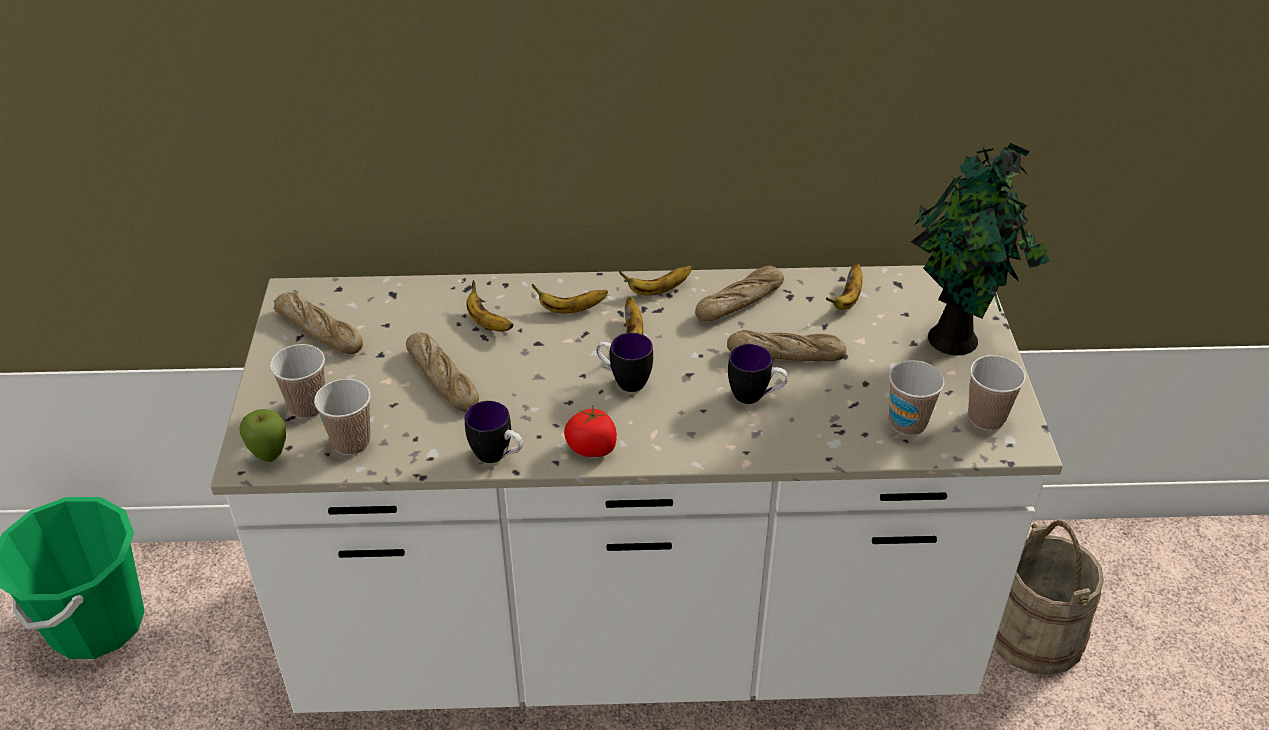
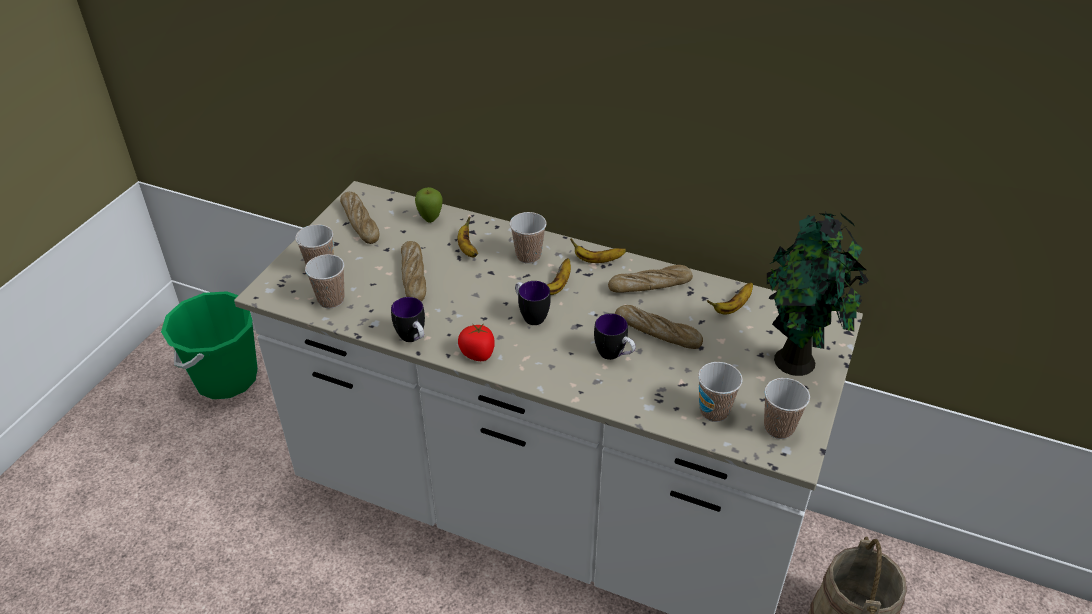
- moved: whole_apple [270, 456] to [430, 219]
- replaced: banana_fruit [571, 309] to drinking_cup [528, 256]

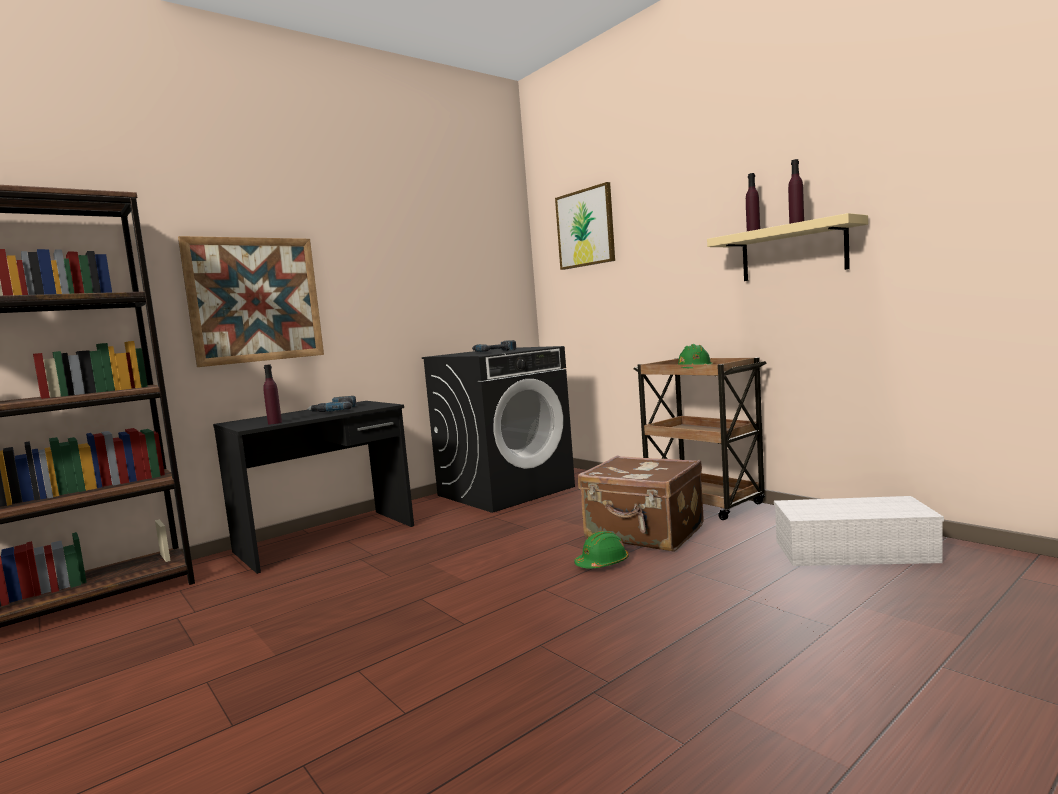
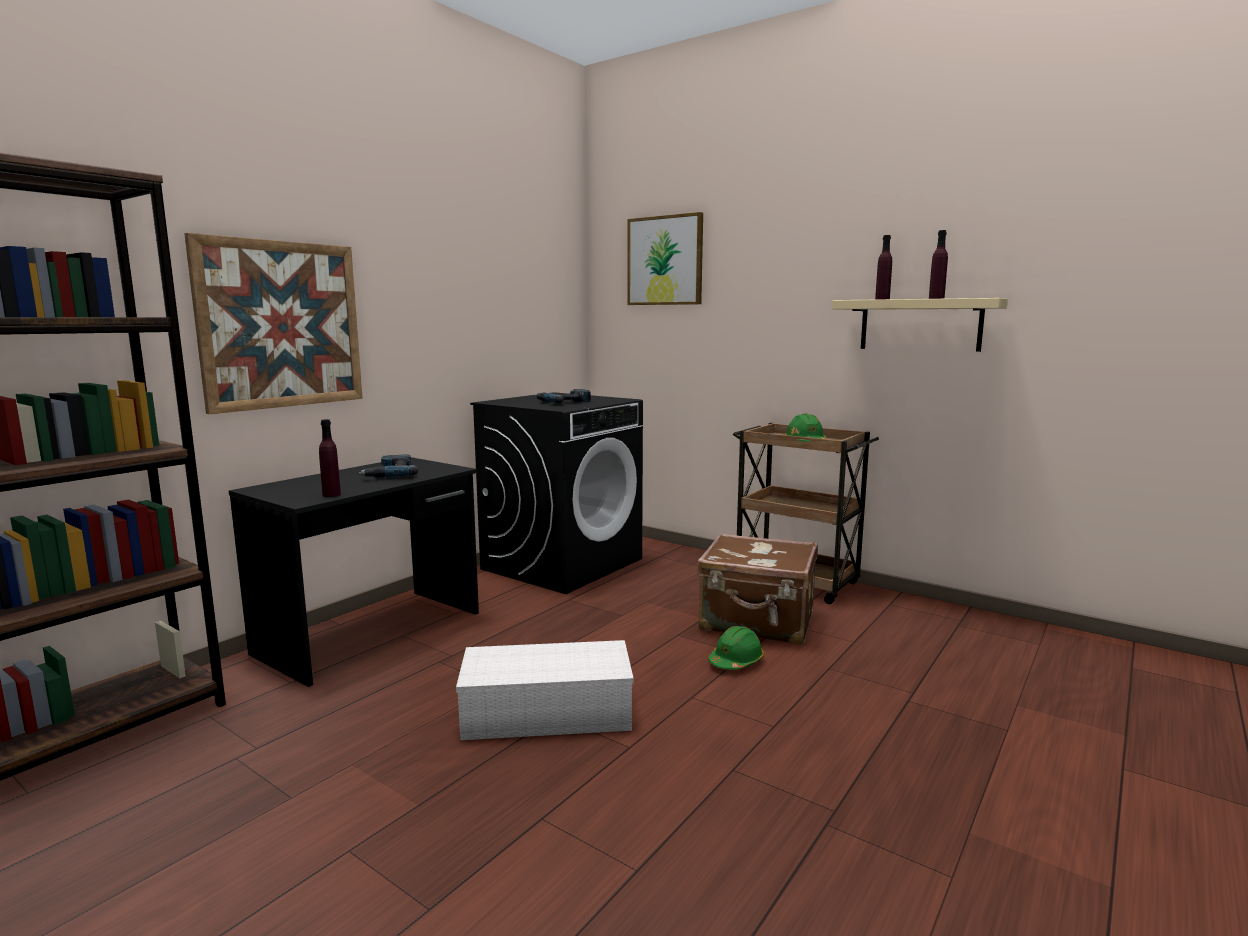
- moved: whitish_storage_box [852, 552] to [544, 713]

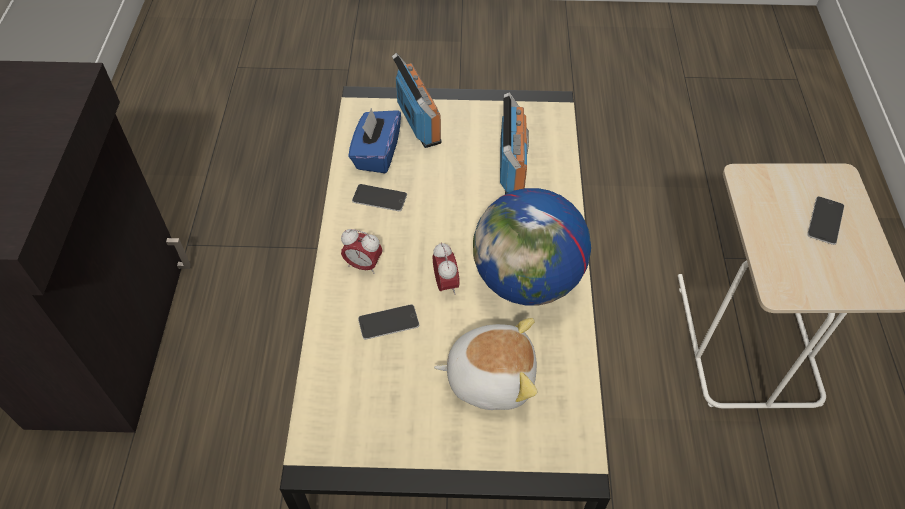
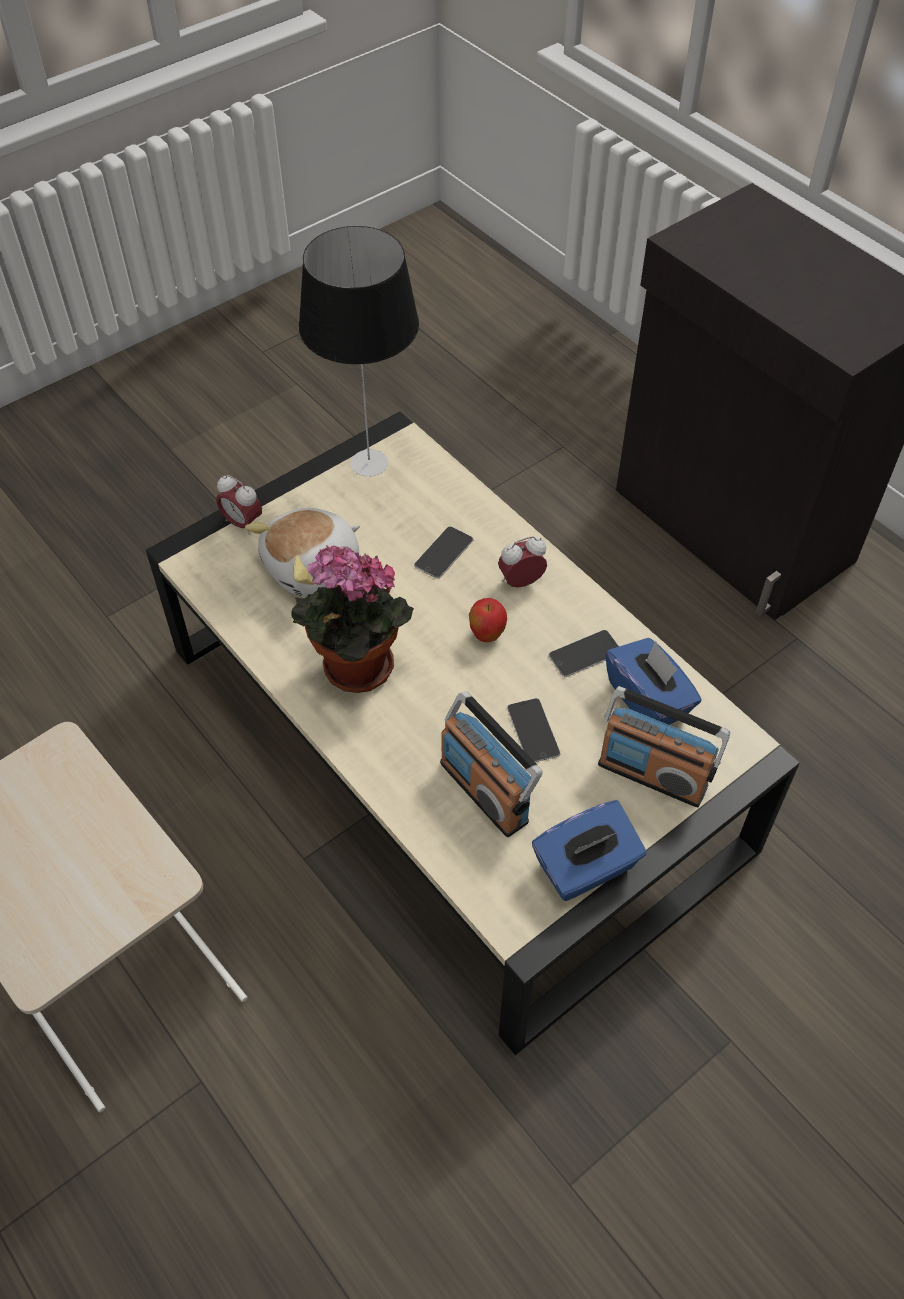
- added: lamp_for_a_table [368, 464]
- added: whole_apple [487, 635]
- added: bluish_box_of_tissues [586, 868]
- moved: table_clock [445, 284] to [242, 523]
- moved: handset [825, 220] to [533, 730]
- replaced: world_globe [527, 280] to plant_in_a_pot [353, 671]

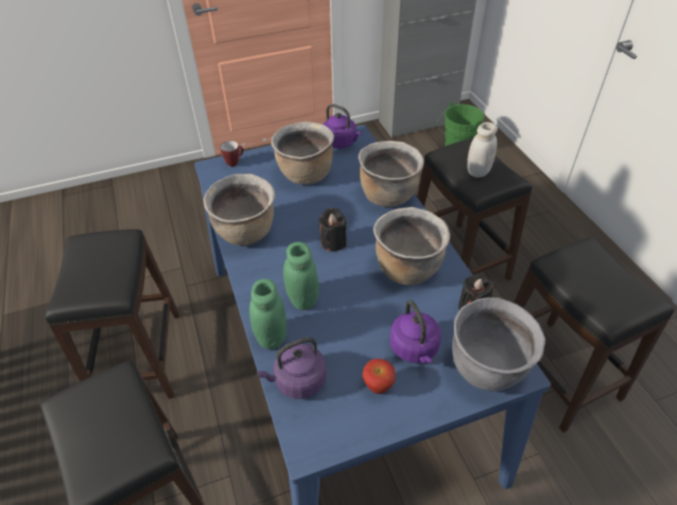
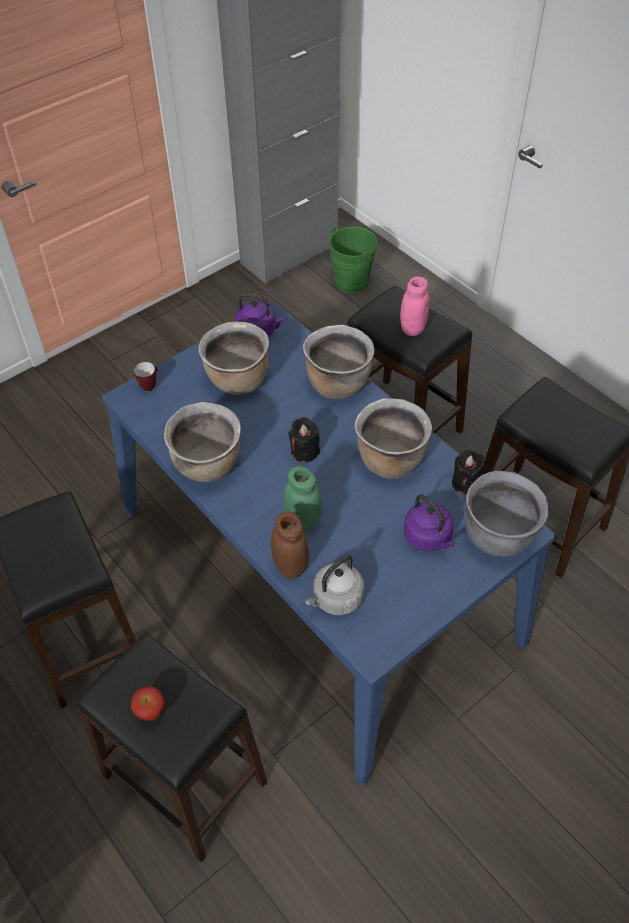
- moved: whole_apple [378, 387] to [151, 713]
- recoloured: green-coloured_jar [271, 337] to brownish_jar [290, 566]
- recoloured: purple-coloured_tea_kettle [298, 381] to greyish_tea_kettle [336, 599]
- recoloured: whitish_jar [478, 171] to pink-coloured_jar [412, 328]

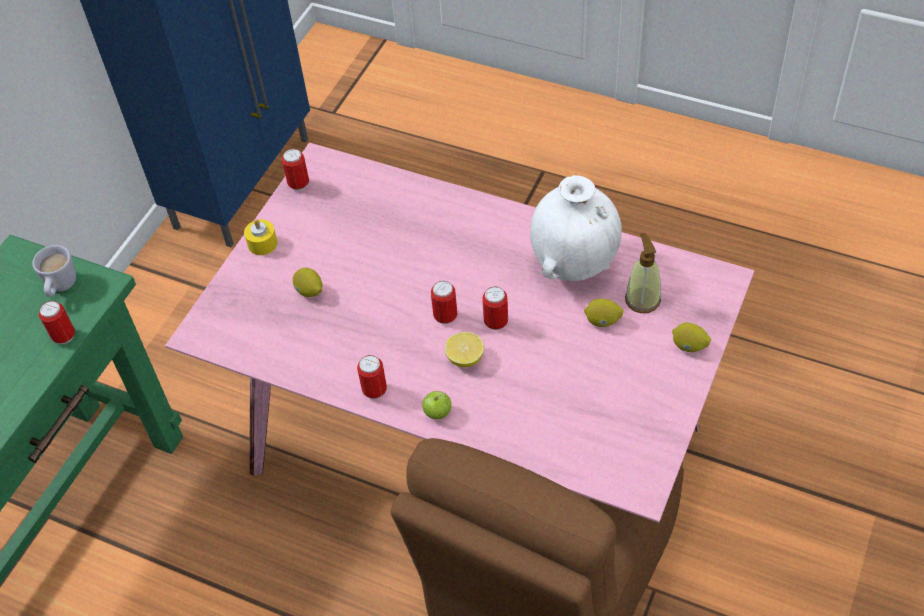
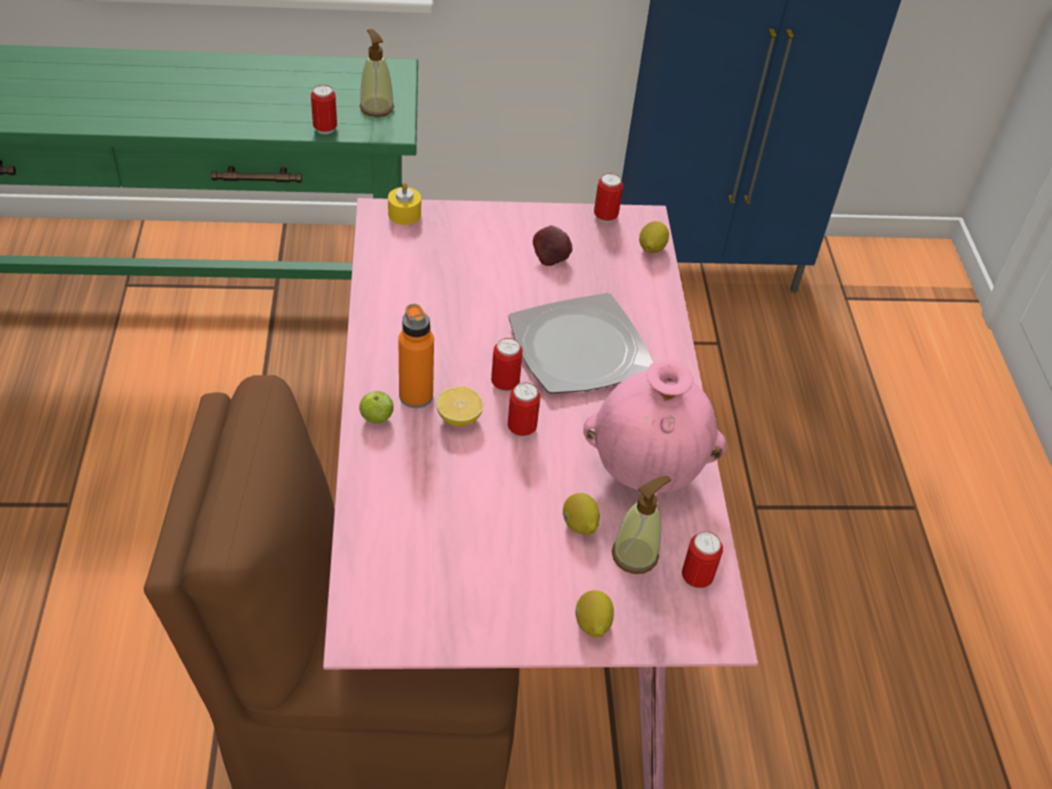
- added: orange_bottle [416, 396]
- added: dinner_plate [581, 349]
- added: whole_apple [551, 257]
- moved: yellow-coloured_wax_candle [262, 243] to [404, 214]
- moved: whole_lemon [309, 291] to [651, 249]
- moved: can [374, 390] to [696, 578]
- replaced: whitish_coffee_mug [61, 287] to liquid_soap_bottle [376, 107]
- recoloured: whitish_decorative_vase [574, 264] to pink-coloured_decorative_vase [647, 473]

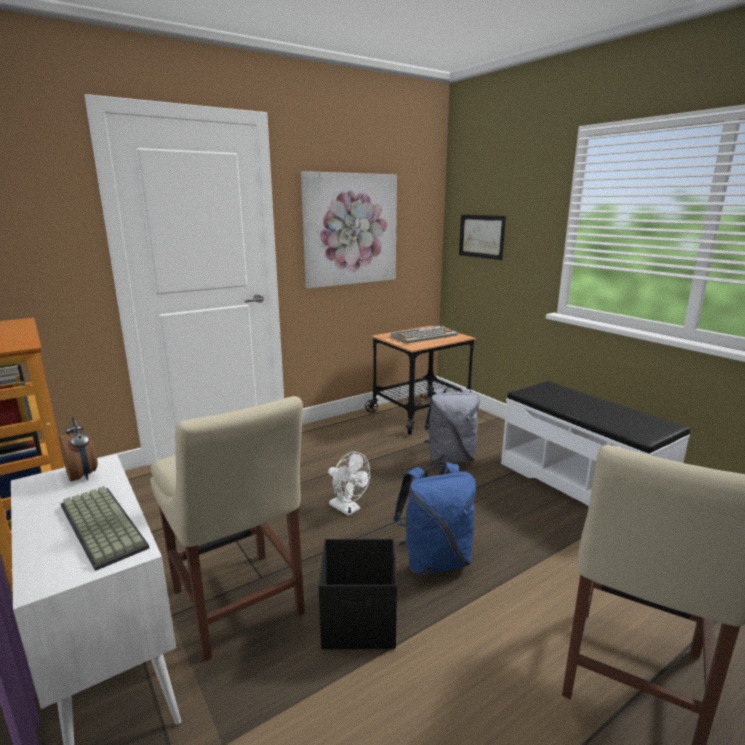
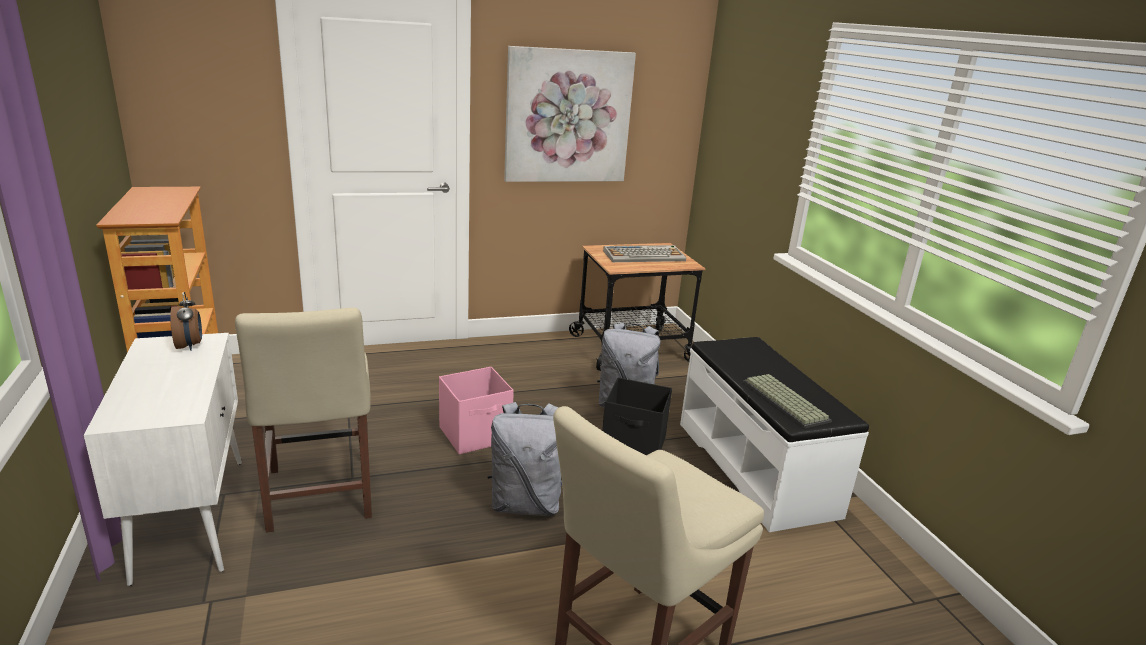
- removed: picture [481, 236]
- moved: PC_keyboard [99, 526] to [783, 401]
- moved: black-coloured_storage_box [360, 622] to [634, 446]
- replaced: whitish_electric_fan [348, 509] to pink-coloured_storage_box [476, 435]
- recoloured: bluish_rucksack [434, 560] to greyish_rucksack [526, 504]

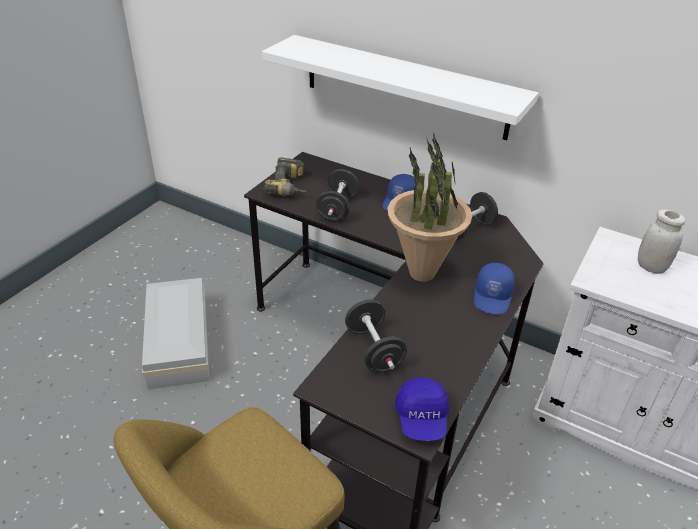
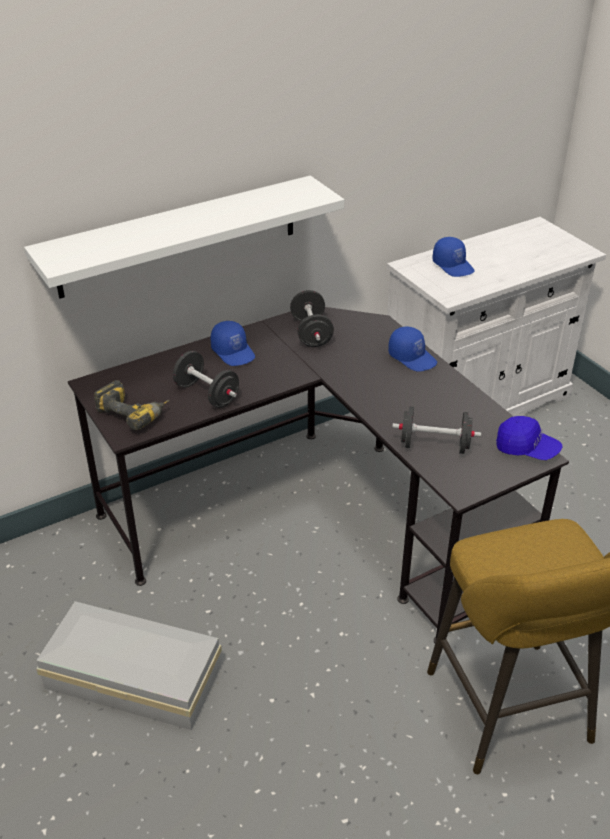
- removed: plant_in_a_pot [422, 274]
- replaced: whitish_jar [651, 267] to bluish_baseball_cap [453, 266]

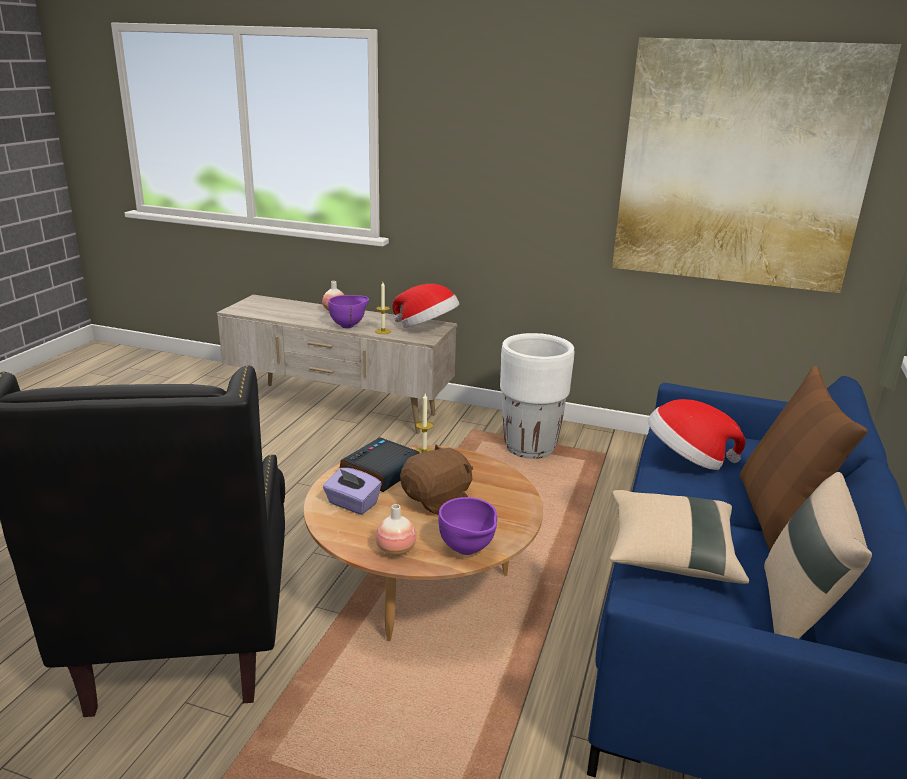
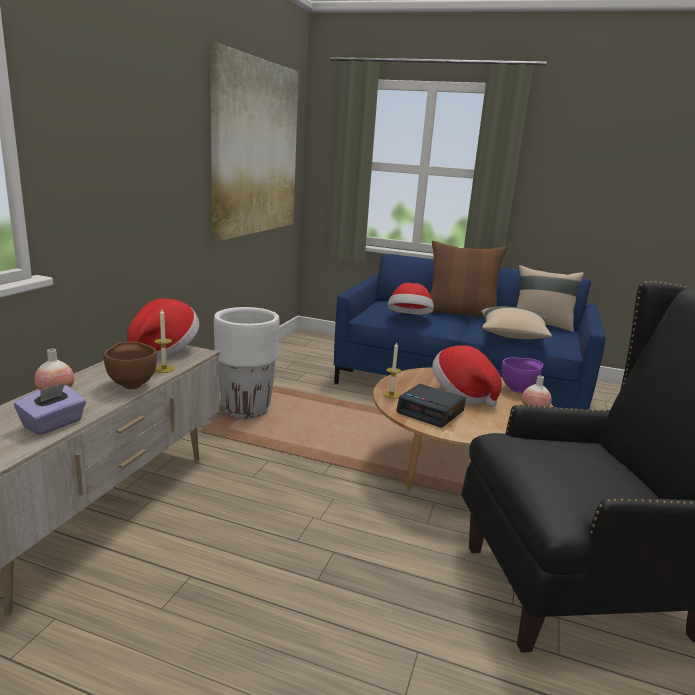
- moved: purple-coloured_box_of_tissues [352, 504] to [53, 424]
- replaced: brownish_cuddly_toy [437, 500] to clothing_hat [462, 394]
- recoloured: purple-coloured_deep_dish [349, 326] to brownish_deep_dish [132, 385]

